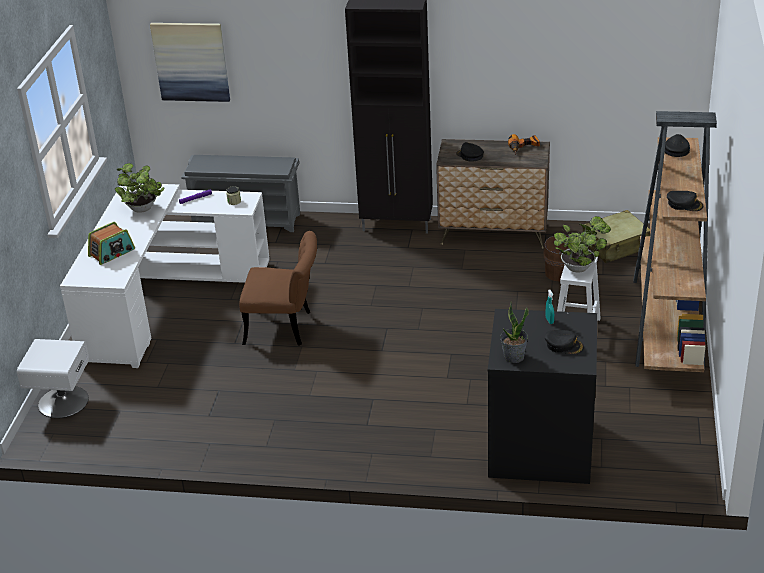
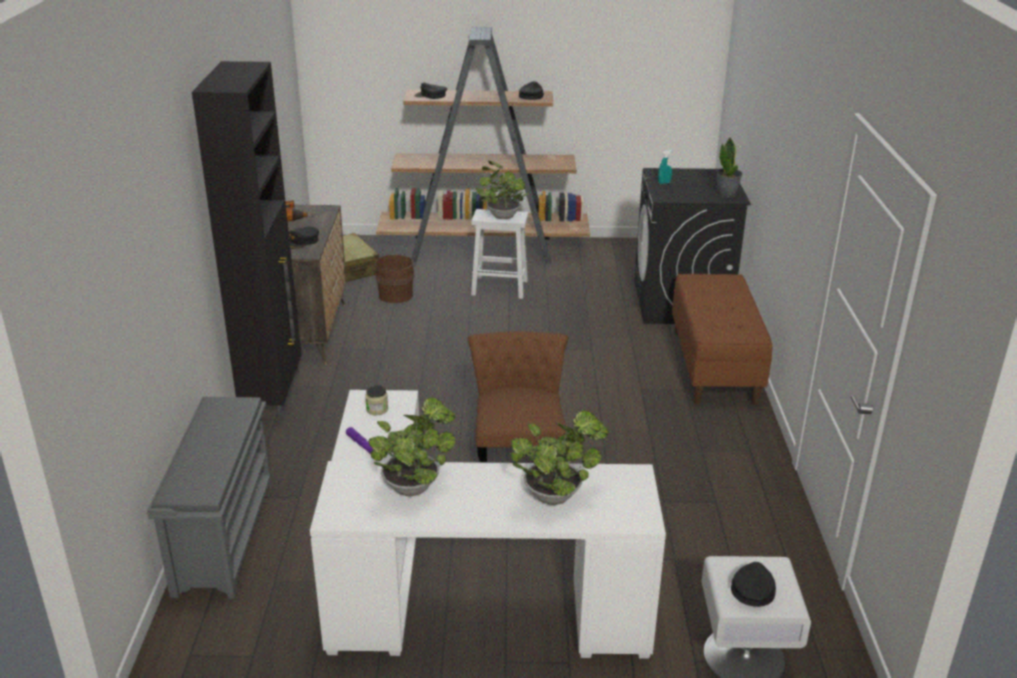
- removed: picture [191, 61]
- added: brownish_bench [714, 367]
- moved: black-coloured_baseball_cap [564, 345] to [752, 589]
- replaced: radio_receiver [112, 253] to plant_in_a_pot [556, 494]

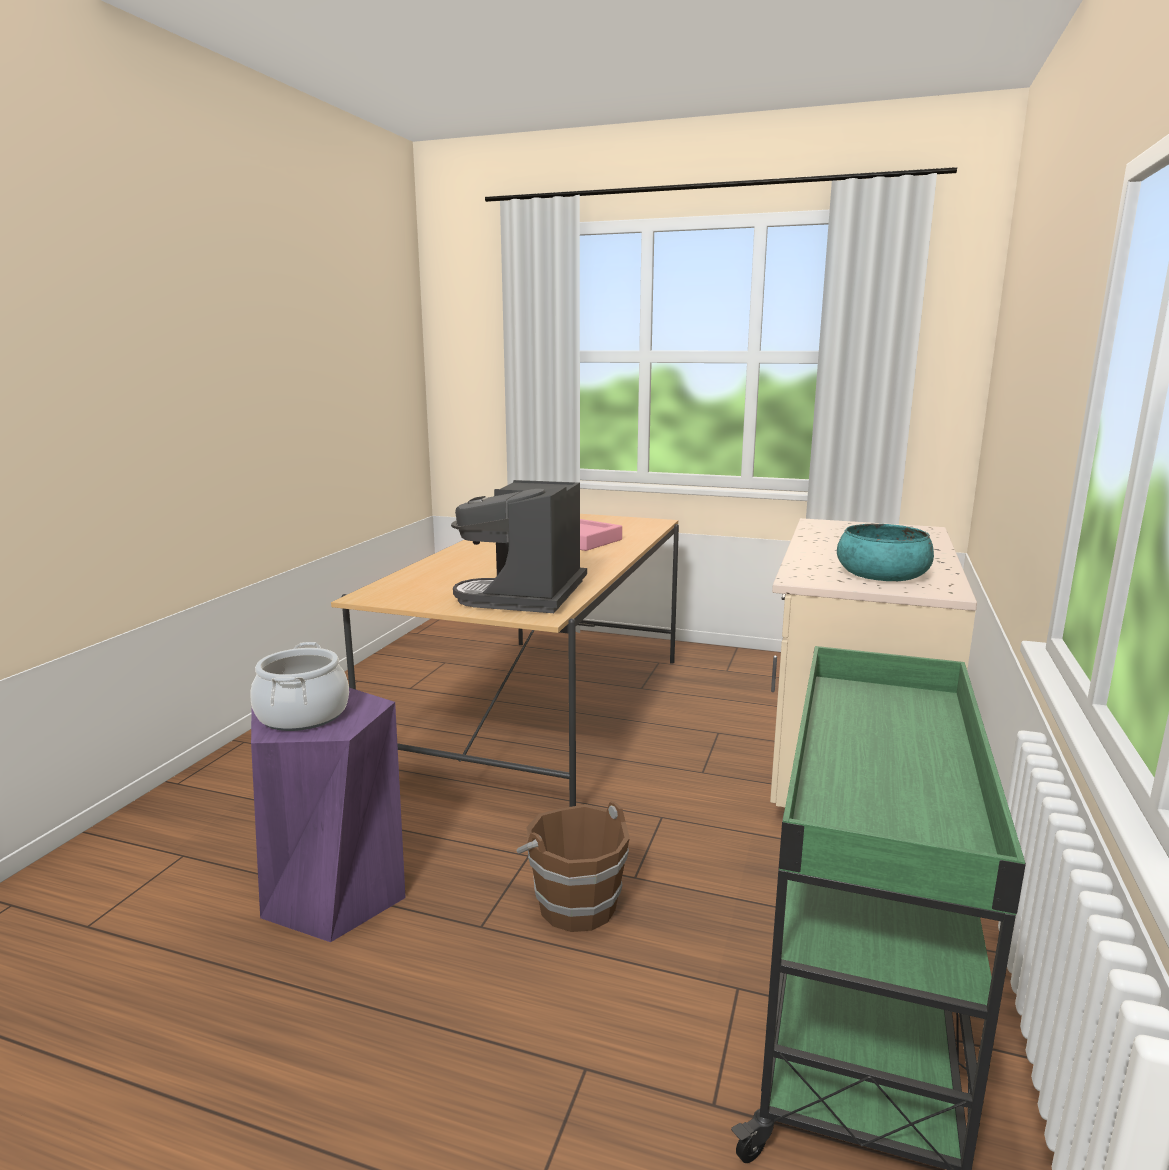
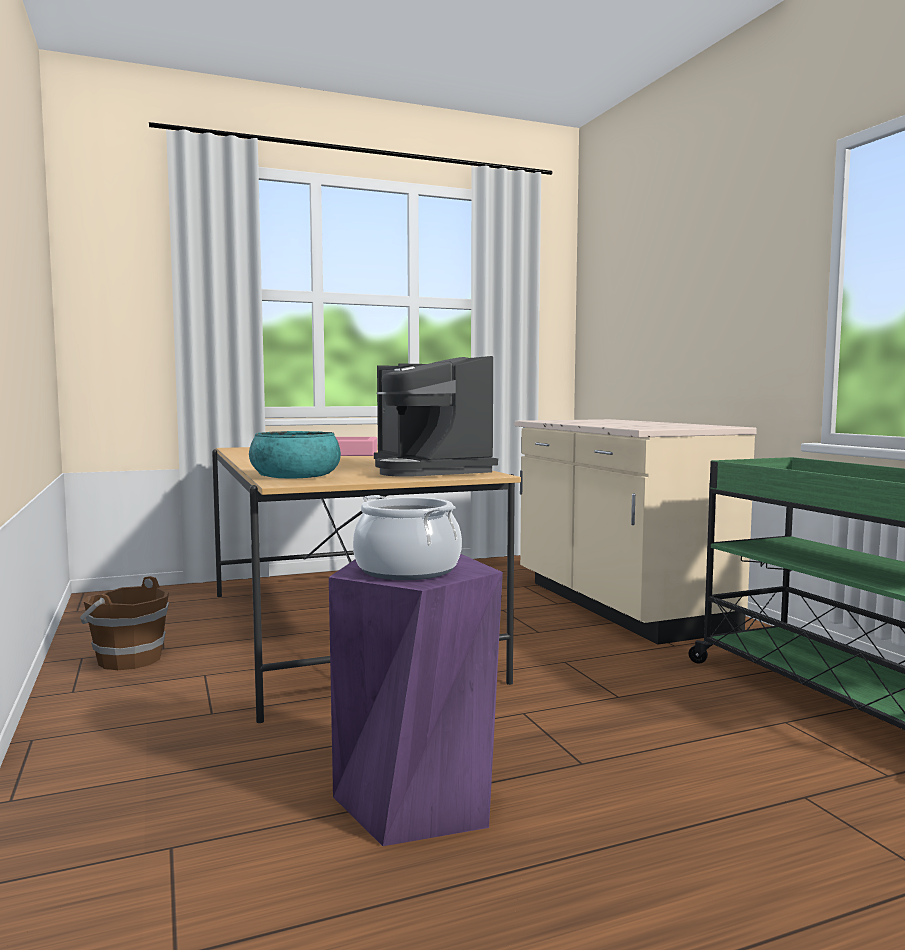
- moved: brownish_pail [575, 905] to [128, 659]
- moved: turquoise_deep_dish [882, 574] to [295, 476]

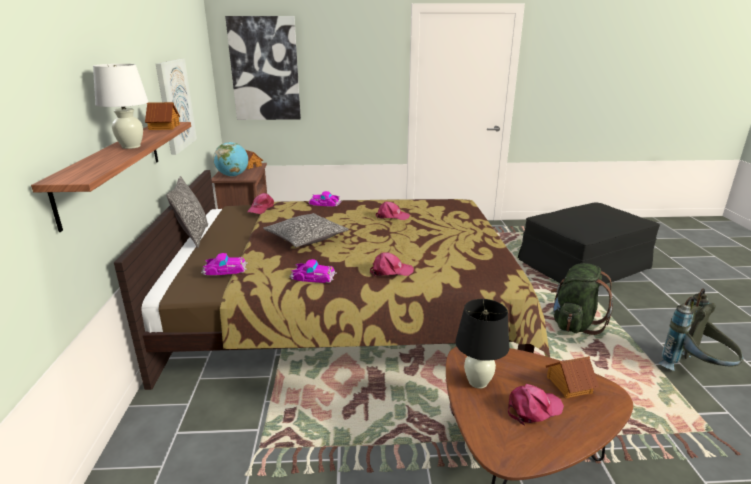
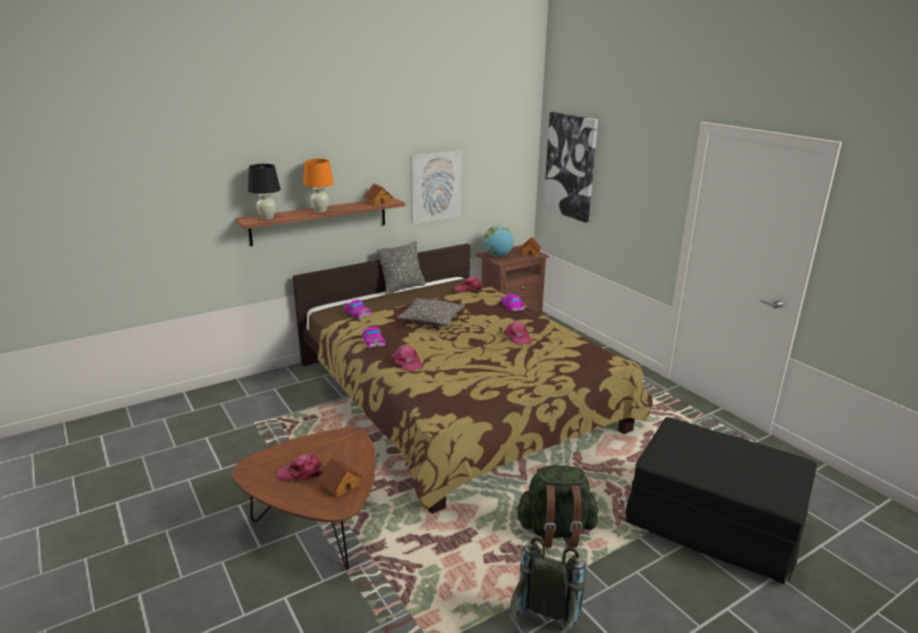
- moved: black-coloured_lamp_for_a_table [477, 382] to [267, 218]
- recoloured: whitish_lamp_for_a_table [131, 146] to orange_lamp_for_a_table [320, 210]
- turned: pink-coloured_baseball_cap [533, 409] = [301, 473] 135 degrees clockwise

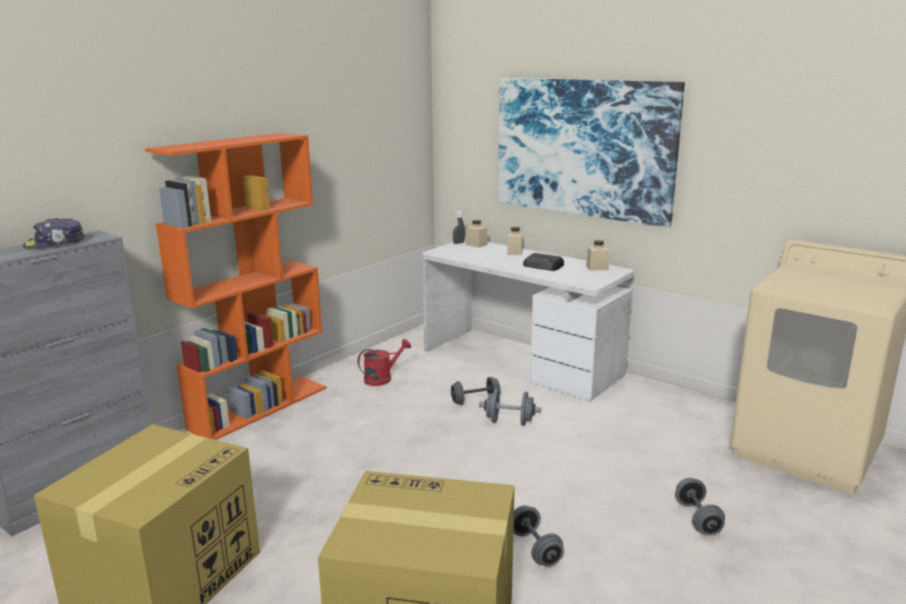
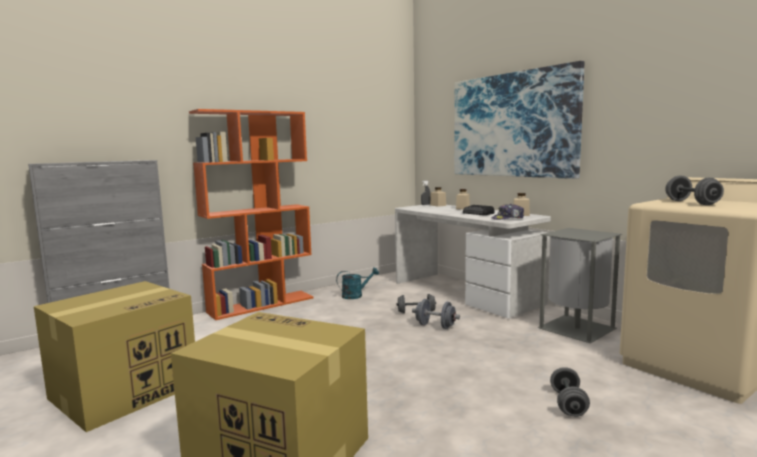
- added: greyish_waste_bin [578, 328]
- moved: baseball_cap [55, 244] to [508, 219]
- moved: greyish_dumbbell [535, 548] to [692, 203]
- recoloured: red-coloured_watering_pot [382, 378] to turquoise_watering_pot [356, 295]

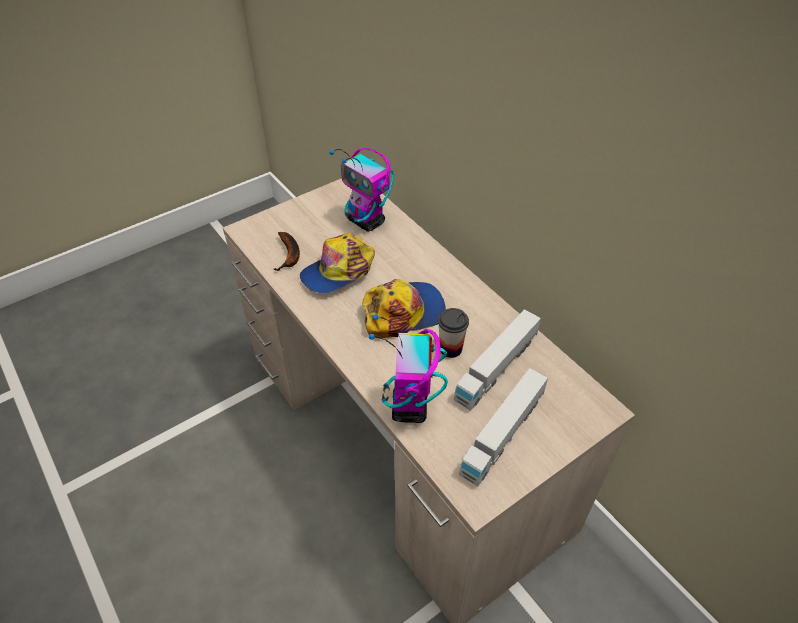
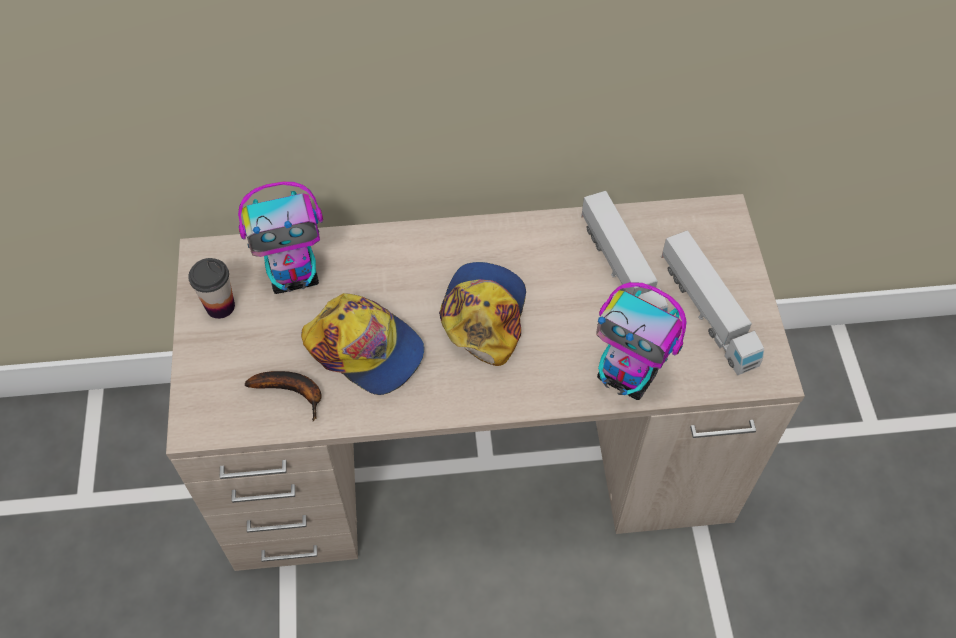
- moved: drinking_cup [450, 349] to [220, 306]
- turned: baseball_cap [339, 271] = [365, 349] 45 degrees counterclockwise

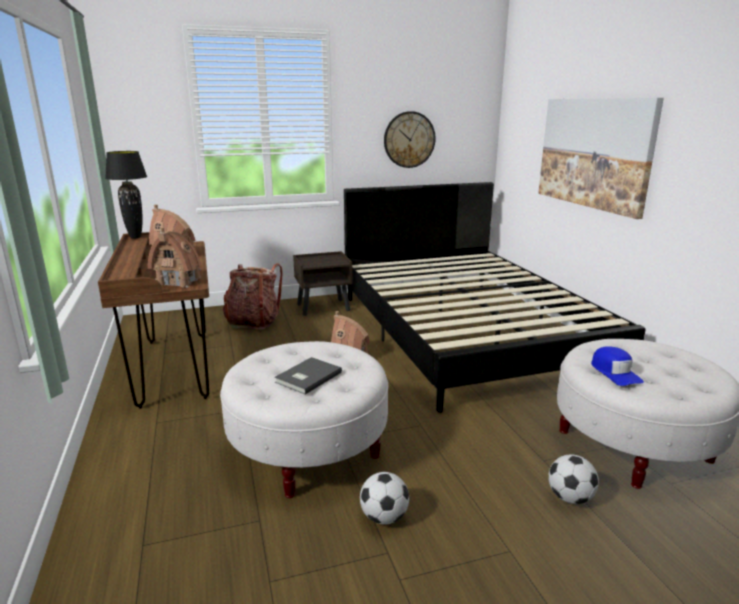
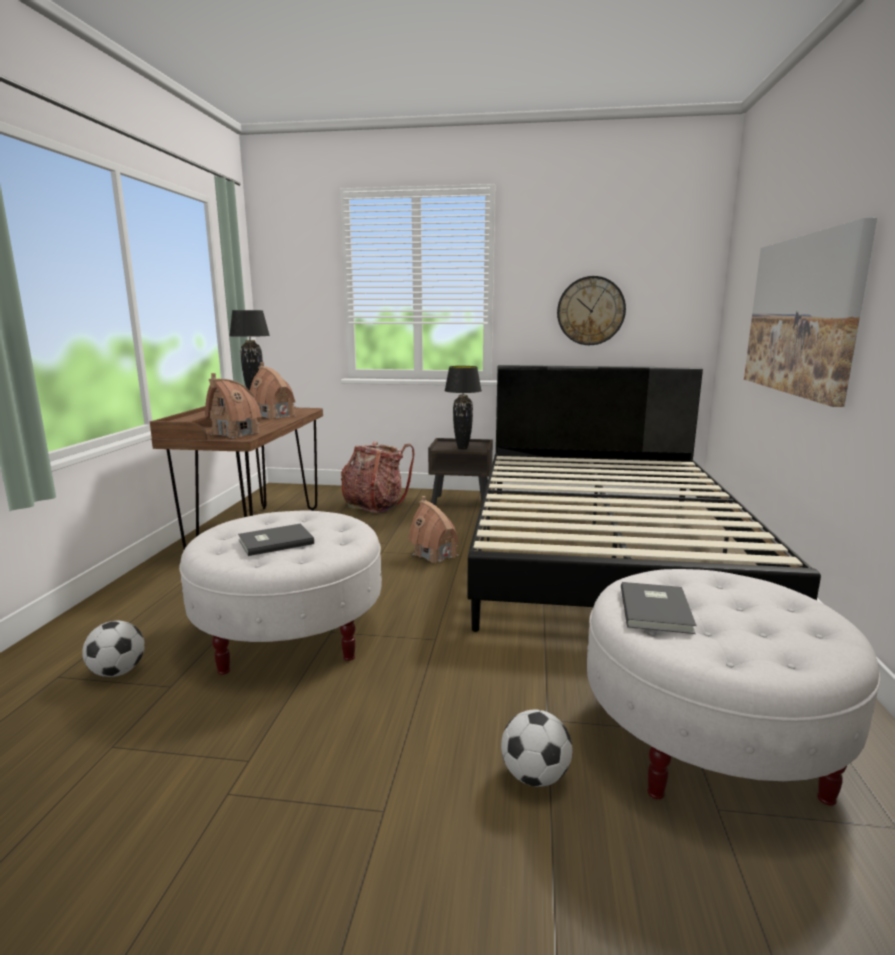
- added: black-coloured_lamp_for_a_table [462, 448]
- moved: football [384, 517] to [118, 672]
- replaced: bluish_baseball_cap [615, 372] to greyish_book [657, 609]

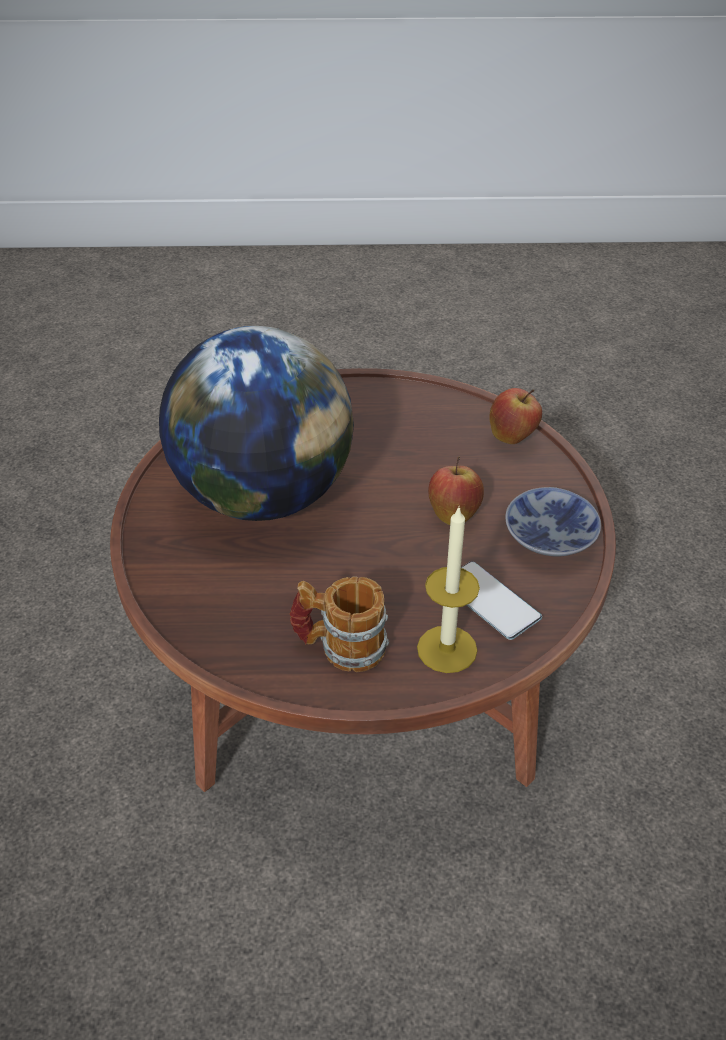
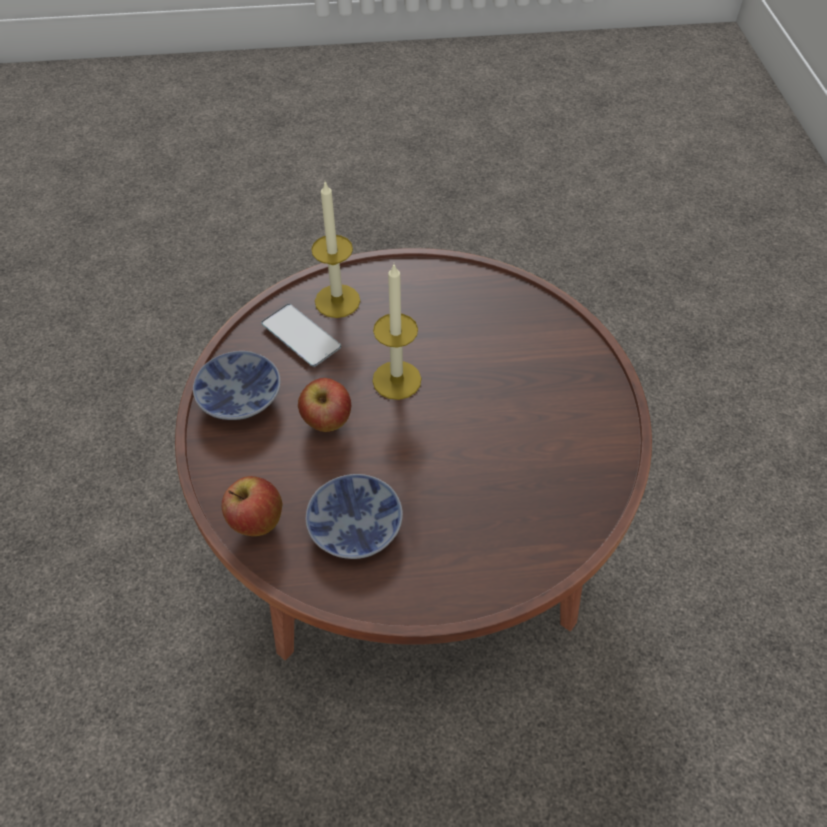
- removed: world_globe [262, 495]
- removed: coffee_mug [340, 647]
- added: deep_dish [359, 525]
- added: wax_candle [396, 380]

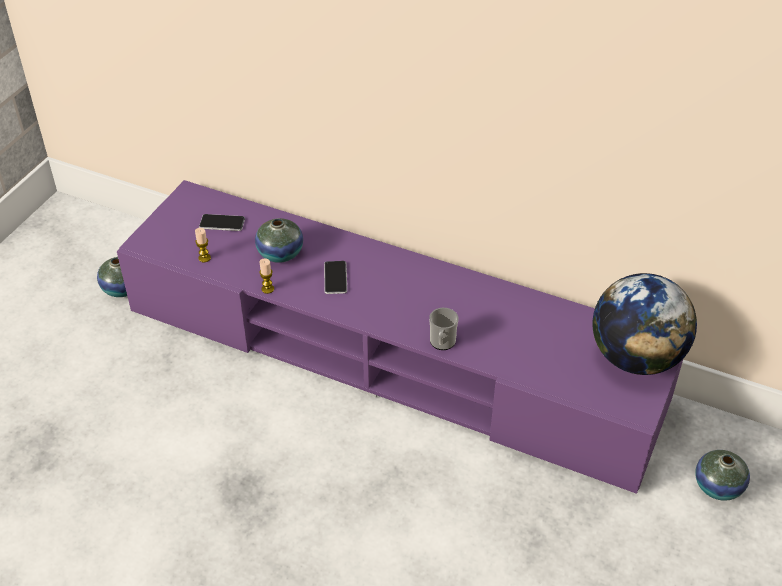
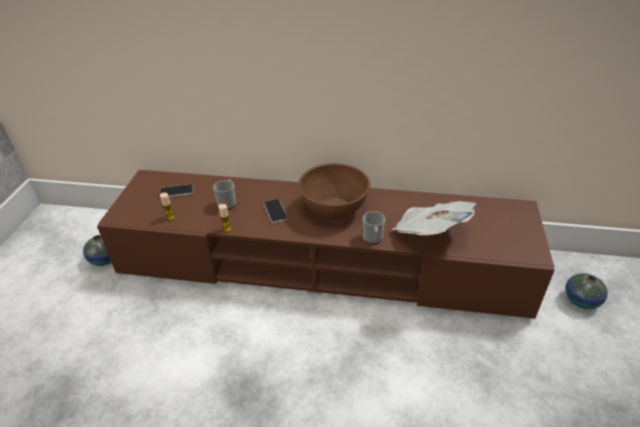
- removed: world_globe [636, 357]
- added: brownish_deep_dish [333, 208]
- added: printed_paper [429, 232]
- replaced: decorative_vase [280, 253] to coffee_mug [227, 203]
- recoloured: purple-coloured_tv_unit [392, 357] to brownish_tv_unit [322, 264]

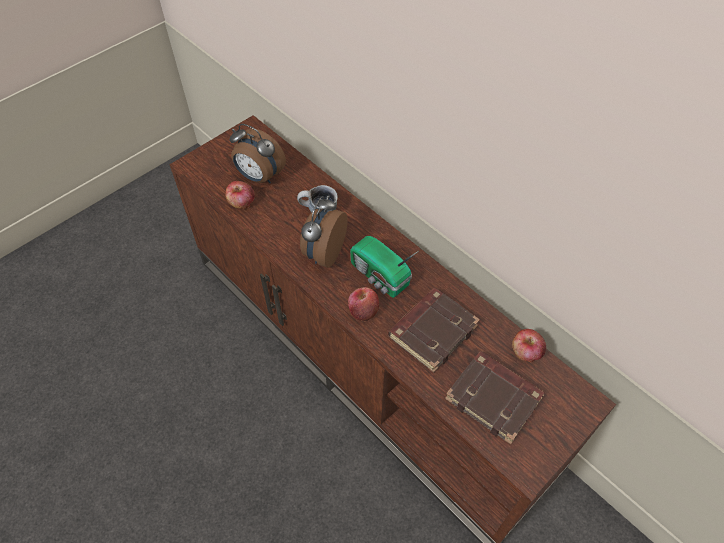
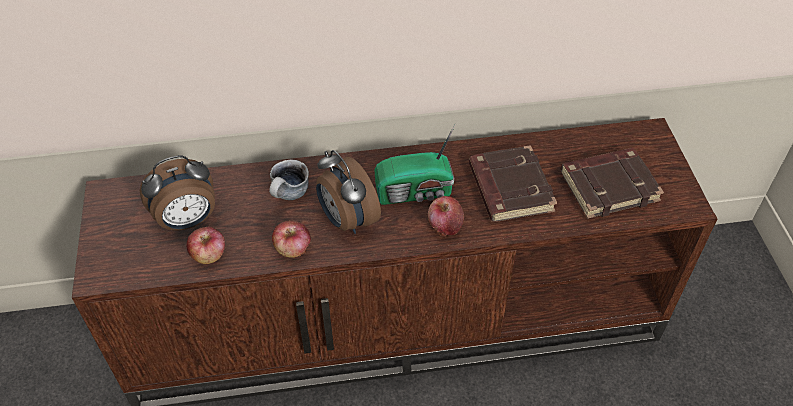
- moved: whole_apple [525, 352] to [293, 249]

